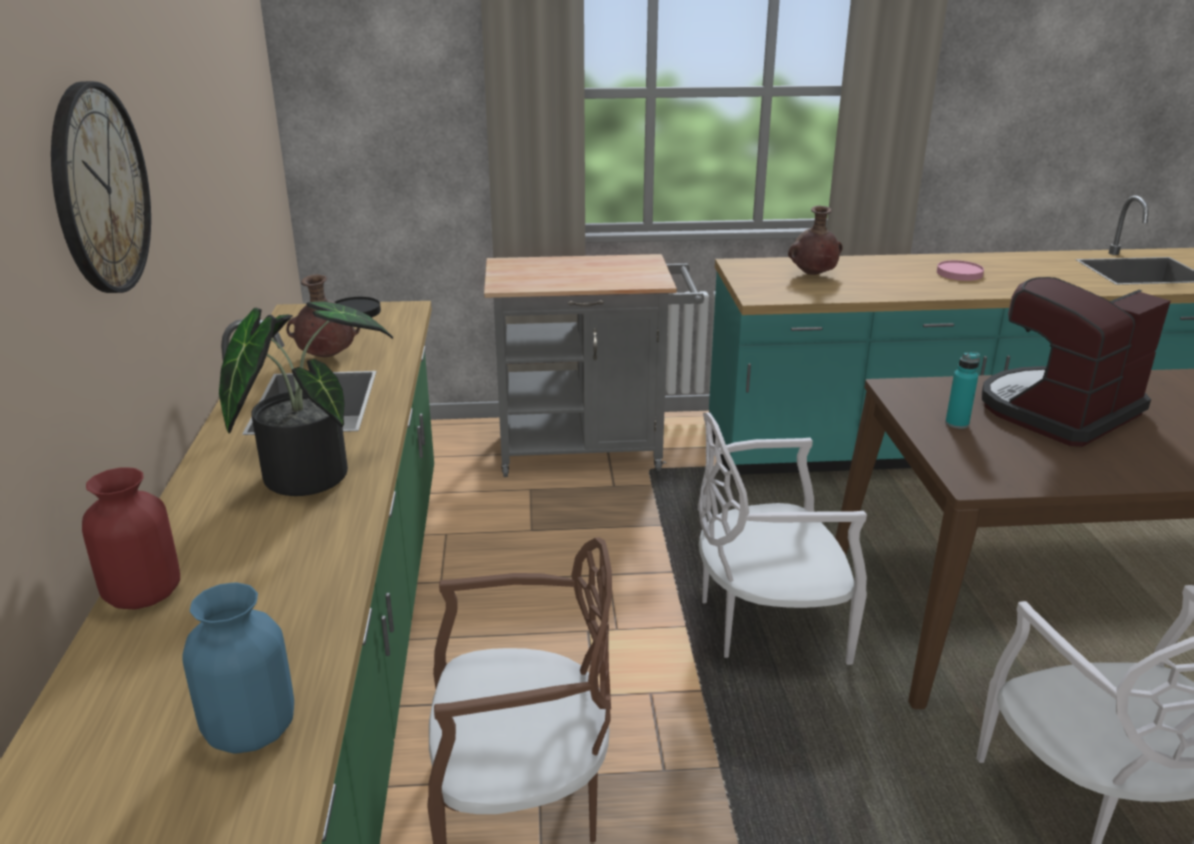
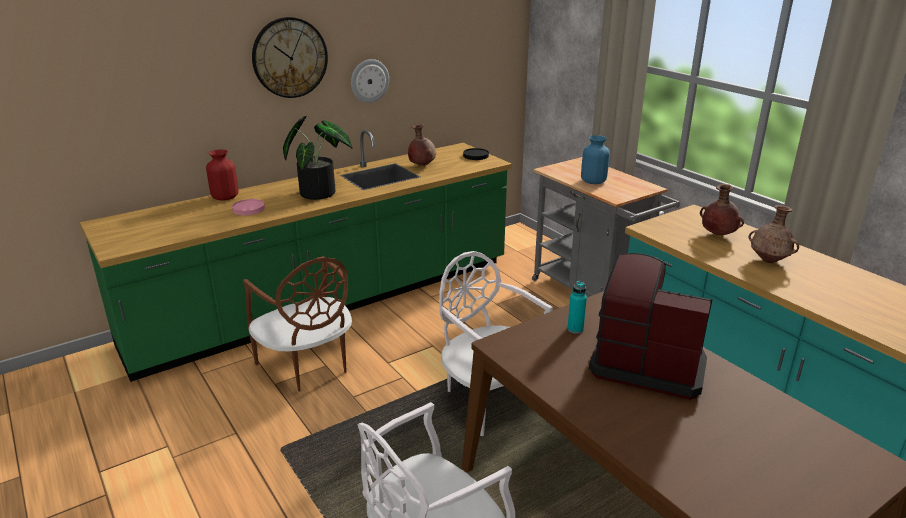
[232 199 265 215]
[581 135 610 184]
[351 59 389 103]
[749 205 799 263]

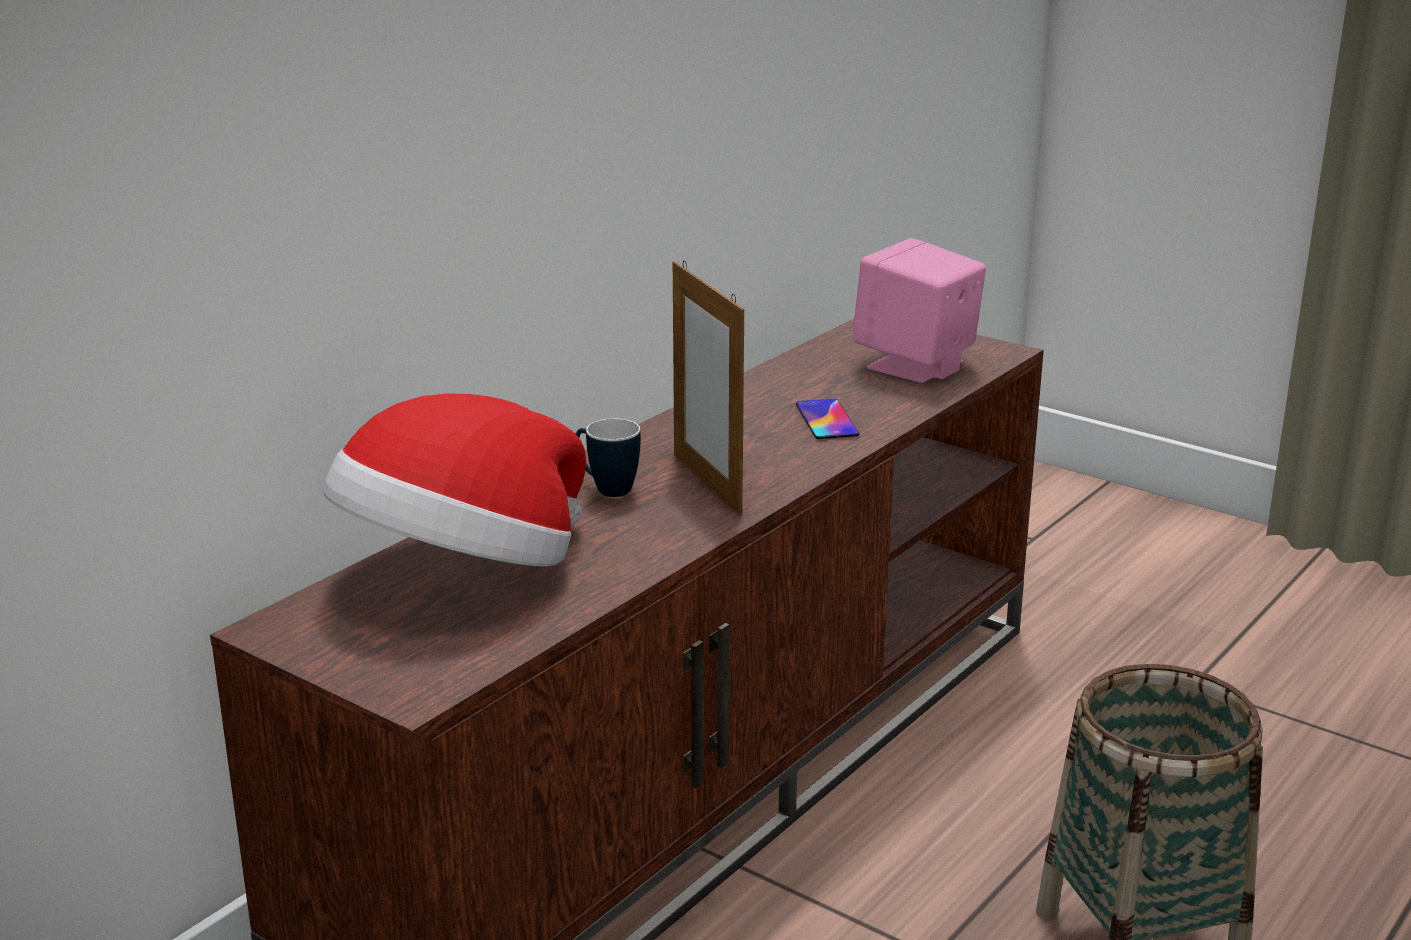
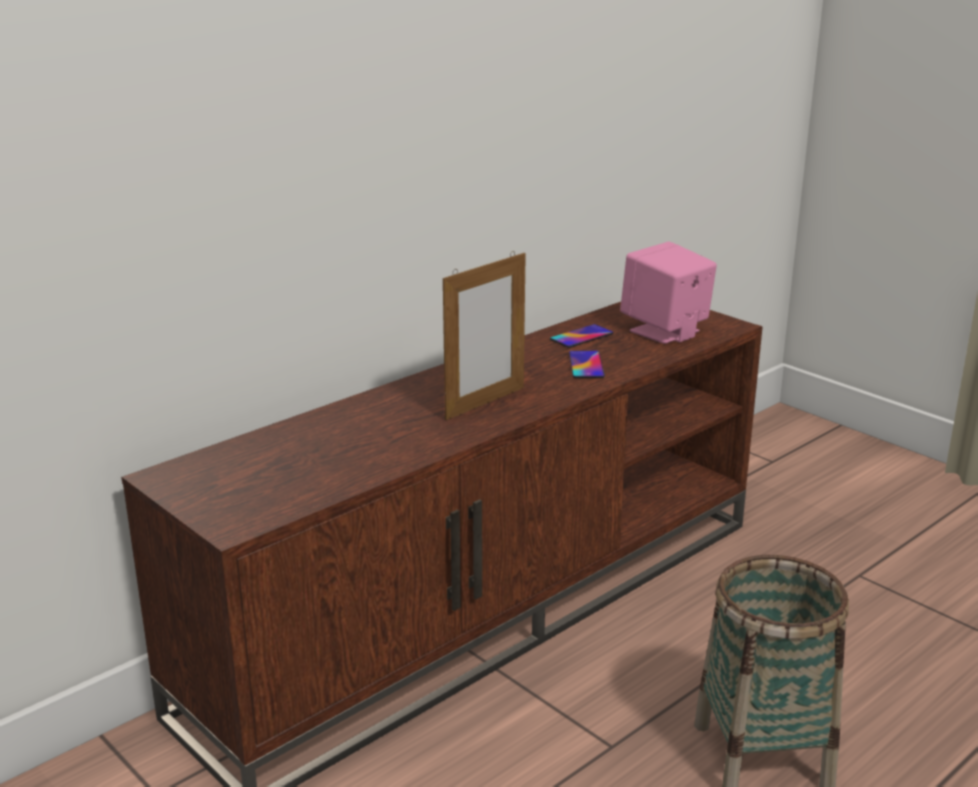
[443 251 526 420]
[323 393 586 567] (first image)
[576 418 641 497] (first image)
[550 324 613 348]

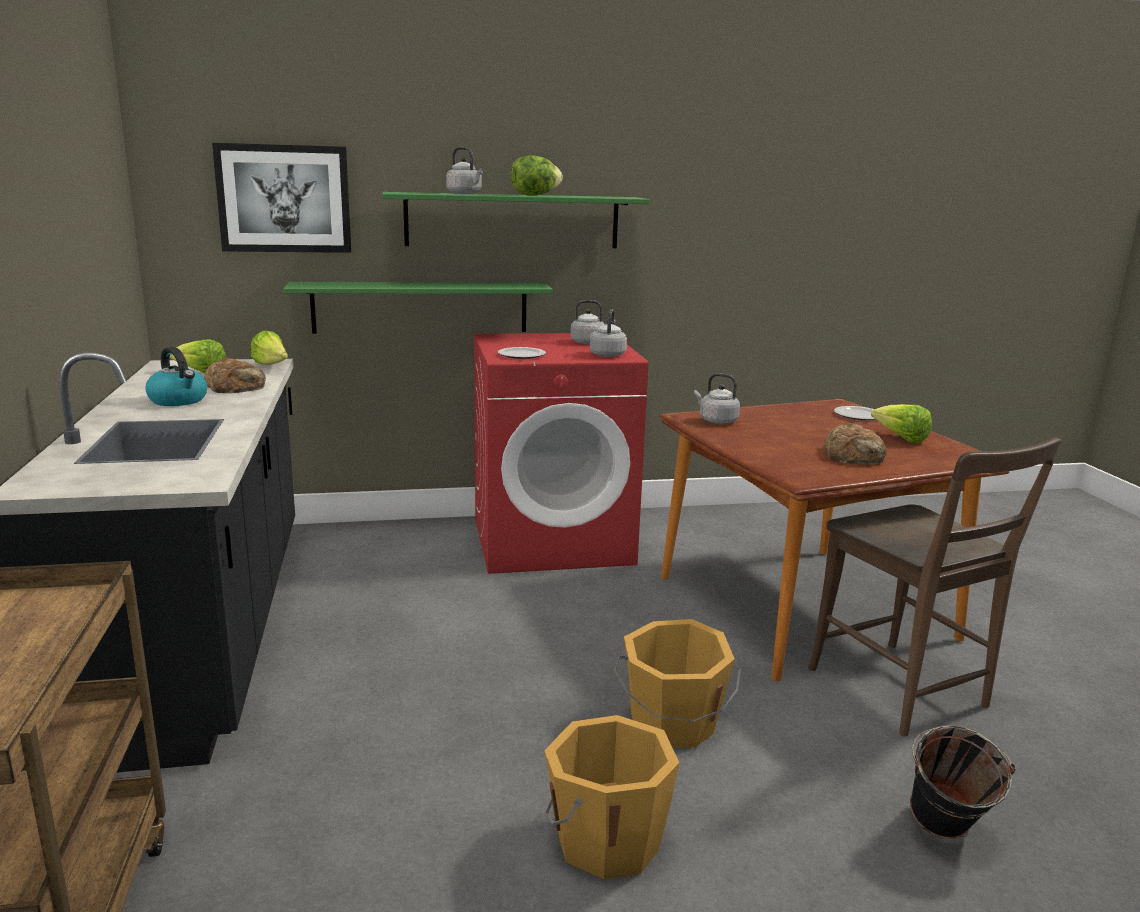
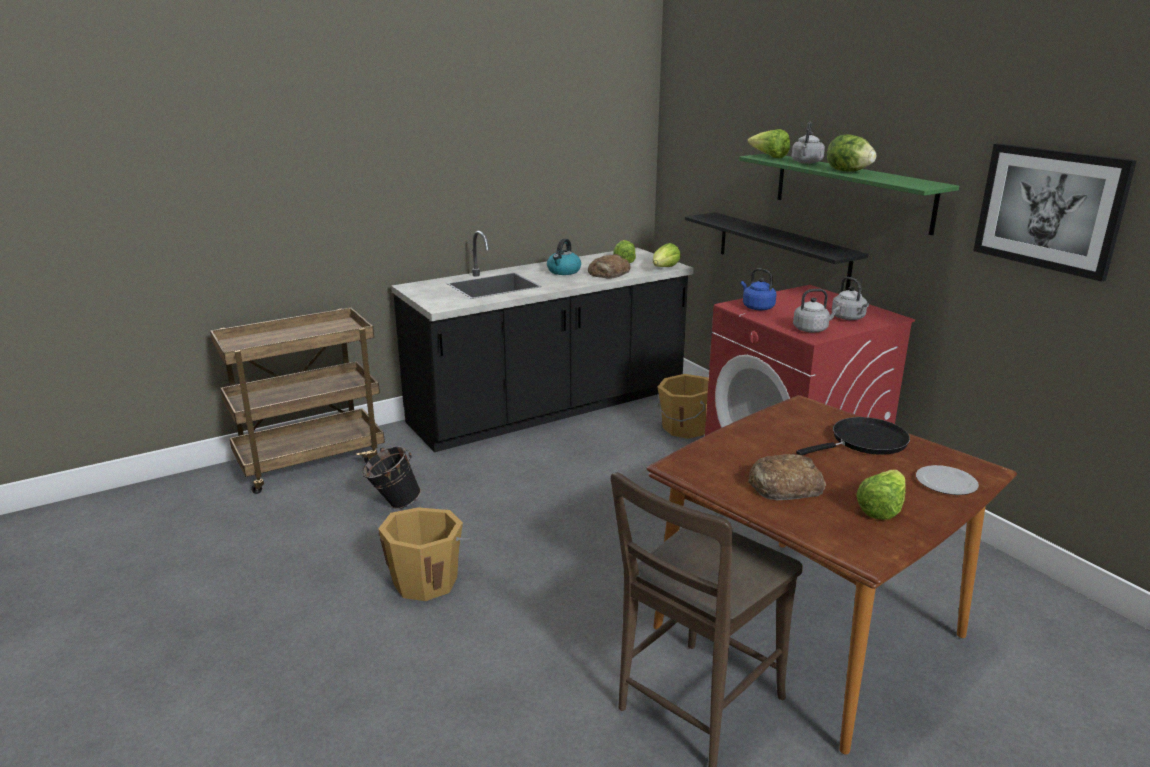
[973 143 1137 282]
[685 212 868 291]
[741 268 777 310]
[694 373 740 424] (first image)
[658 374 709 439]
[362 446 421 509]
[747 129 790 158]
[796 417 910 455]

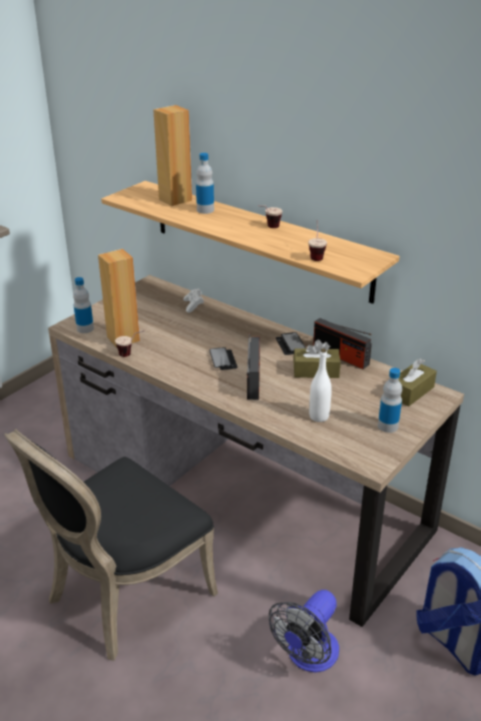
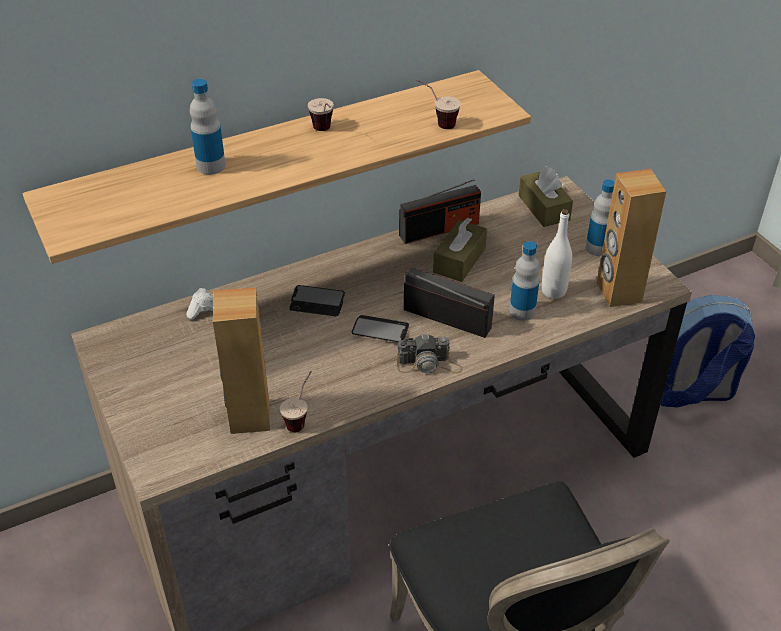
[597 169 666 307]
[509 241 540 321]
[289 285 345 316]
[269 590 339 672] (first image)
[397 333 463 374]

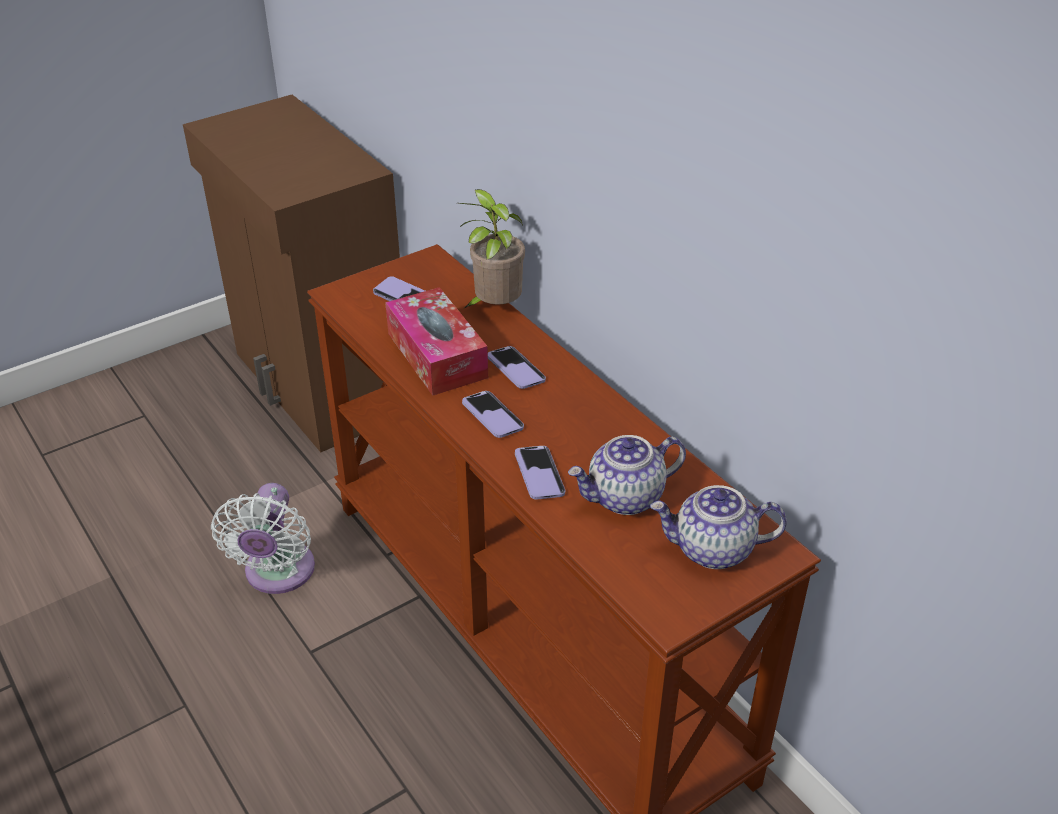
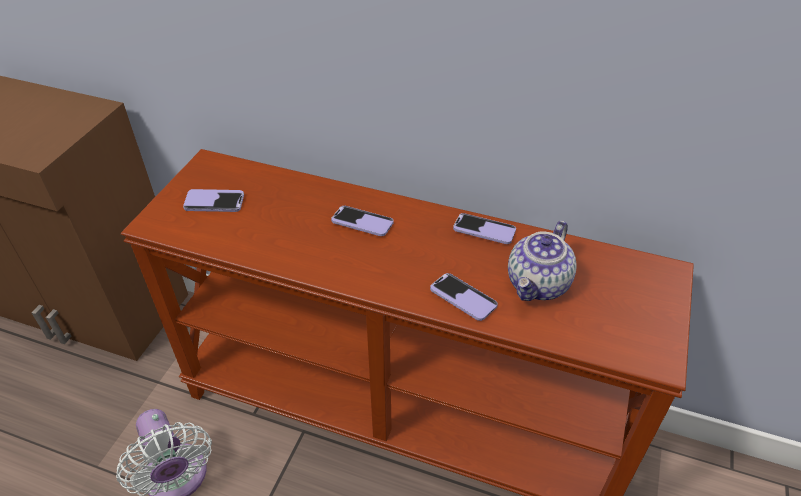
[459 189 525 308] (first image)
[385 287 488 396] (first image)
[453 213 516 244]
[650 485 787 569] (first image)

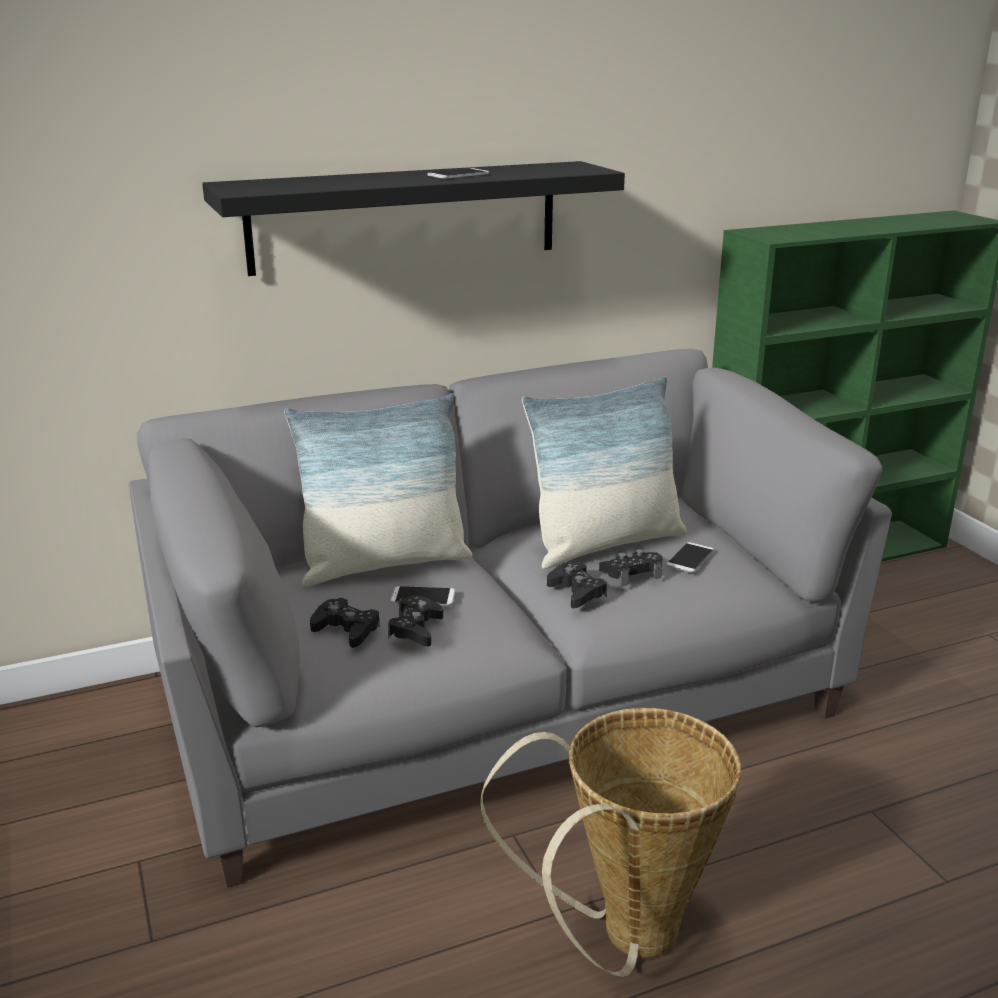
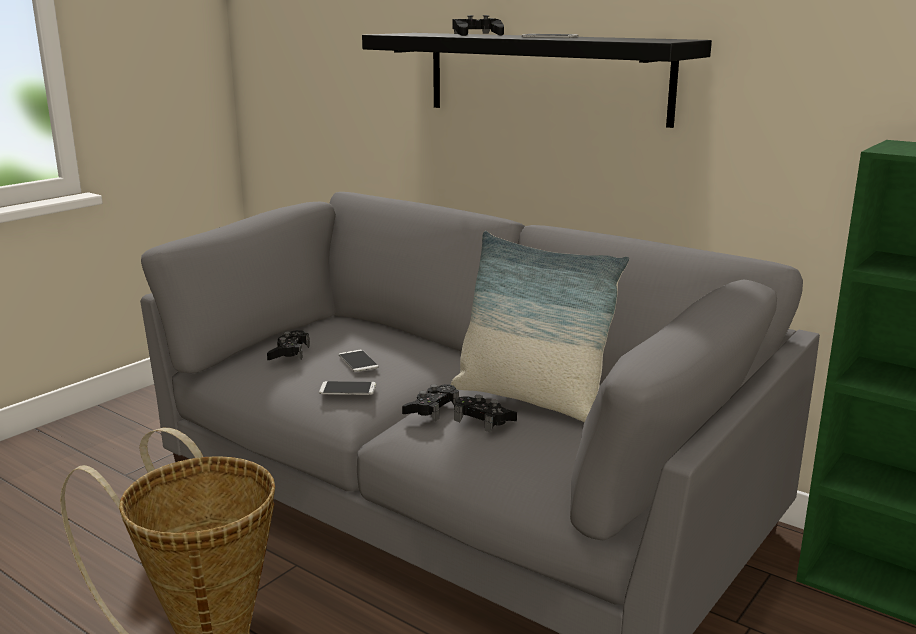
[284 393 472 587] (first image)
[319 381 376 395]
[452 15 504 36]

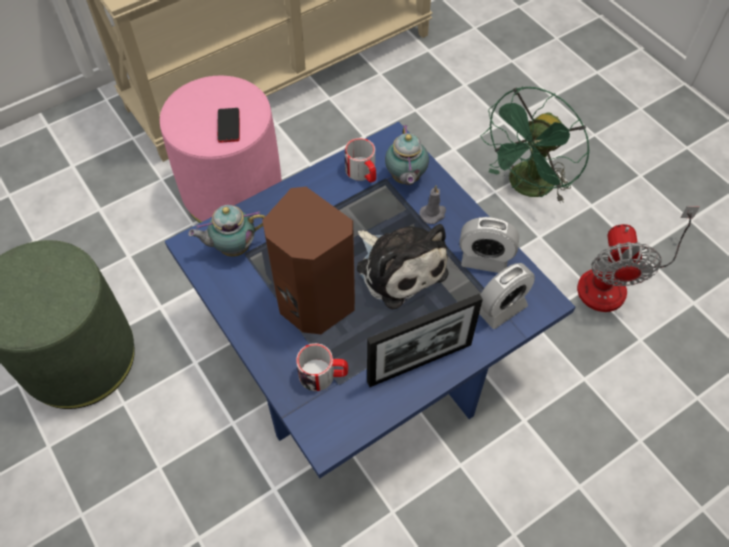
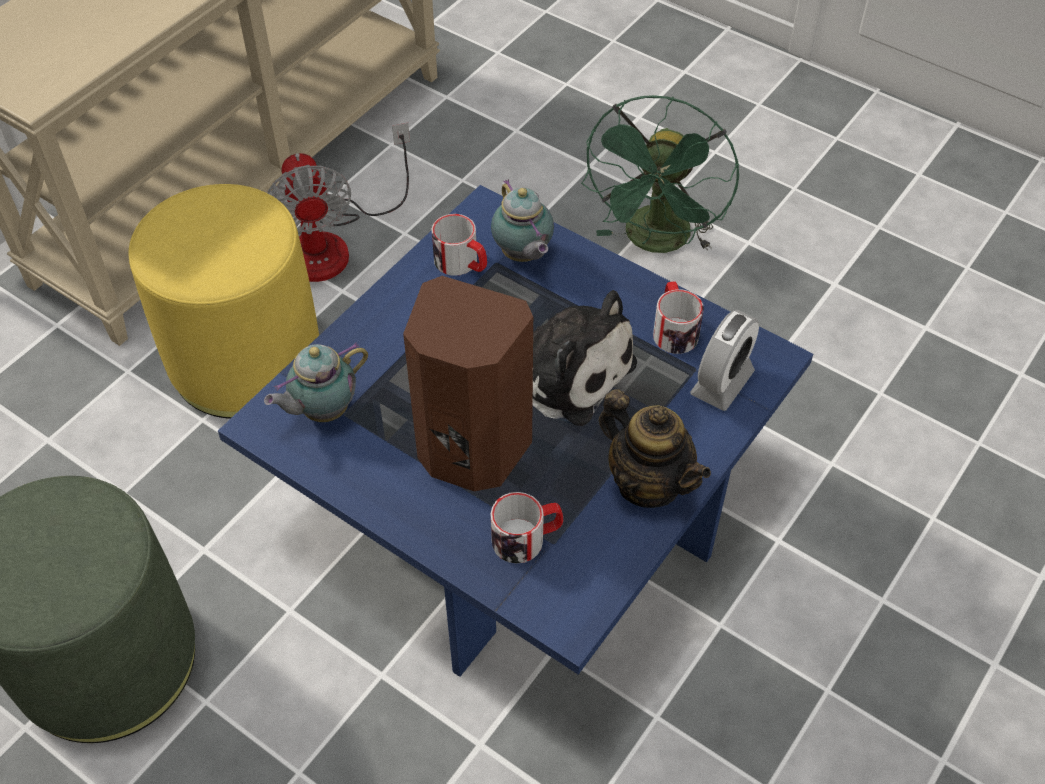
[129 184 319 419]
[217 108 240 143] (first image)
[419 185 446 224] (first image)
[267 123 410 282]
[653 281 704 354]
[599 389 711 508]

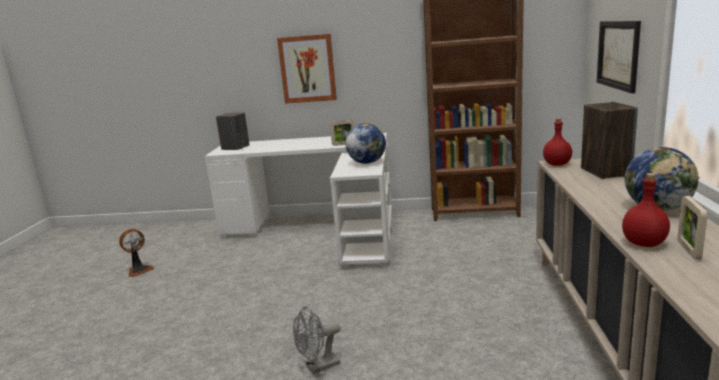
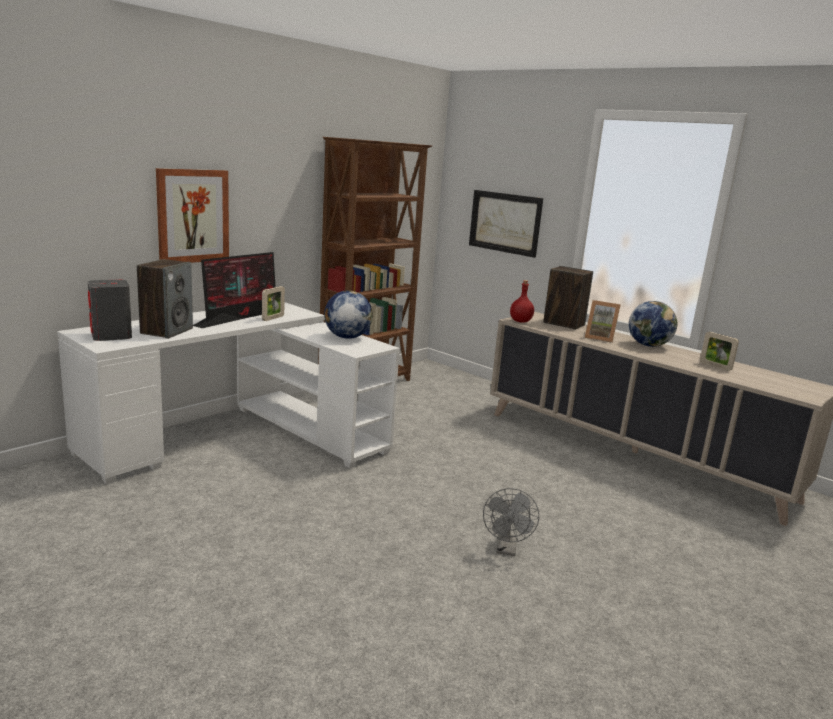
[622 173 670 247] (first image)
[119 229 154 277] (first image)
[193 252 275 328]
[137 259 193 339]
[585 300 621 343]

